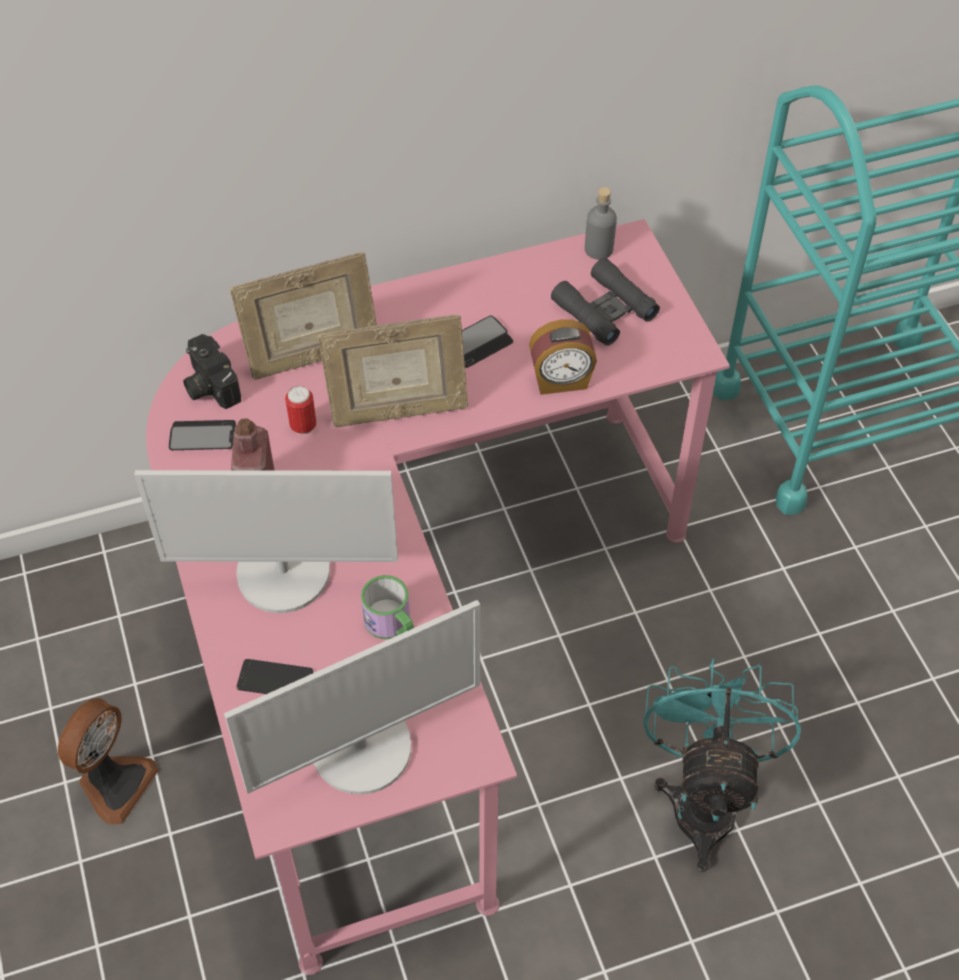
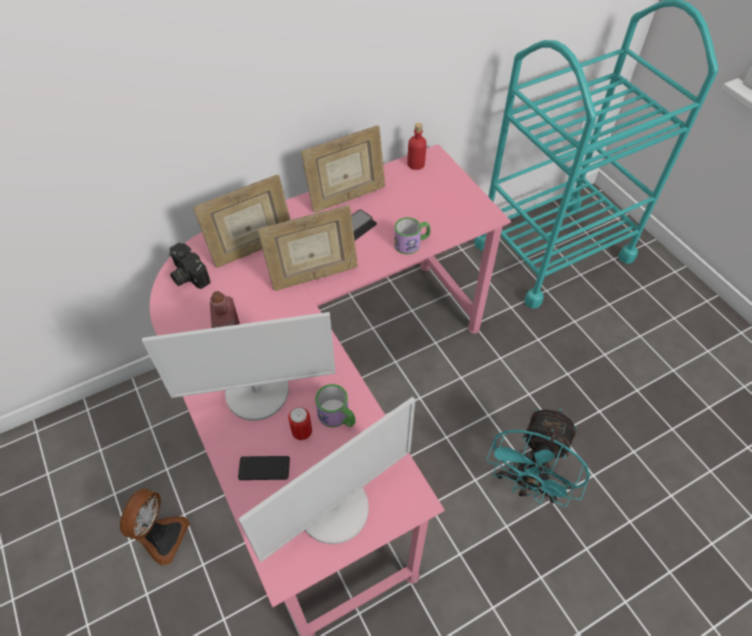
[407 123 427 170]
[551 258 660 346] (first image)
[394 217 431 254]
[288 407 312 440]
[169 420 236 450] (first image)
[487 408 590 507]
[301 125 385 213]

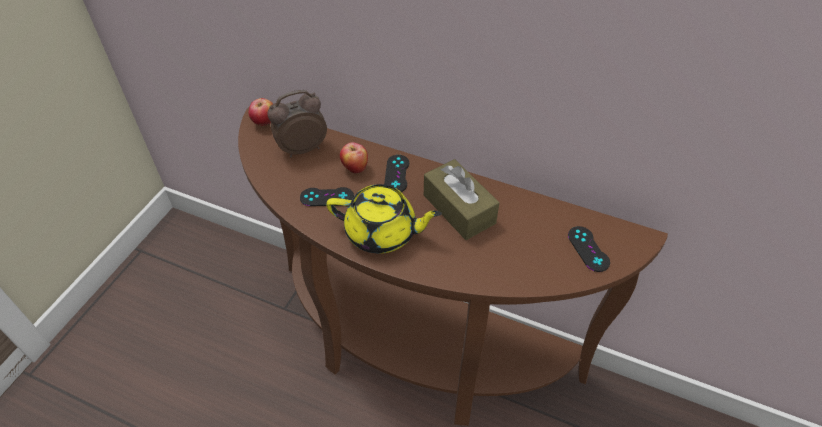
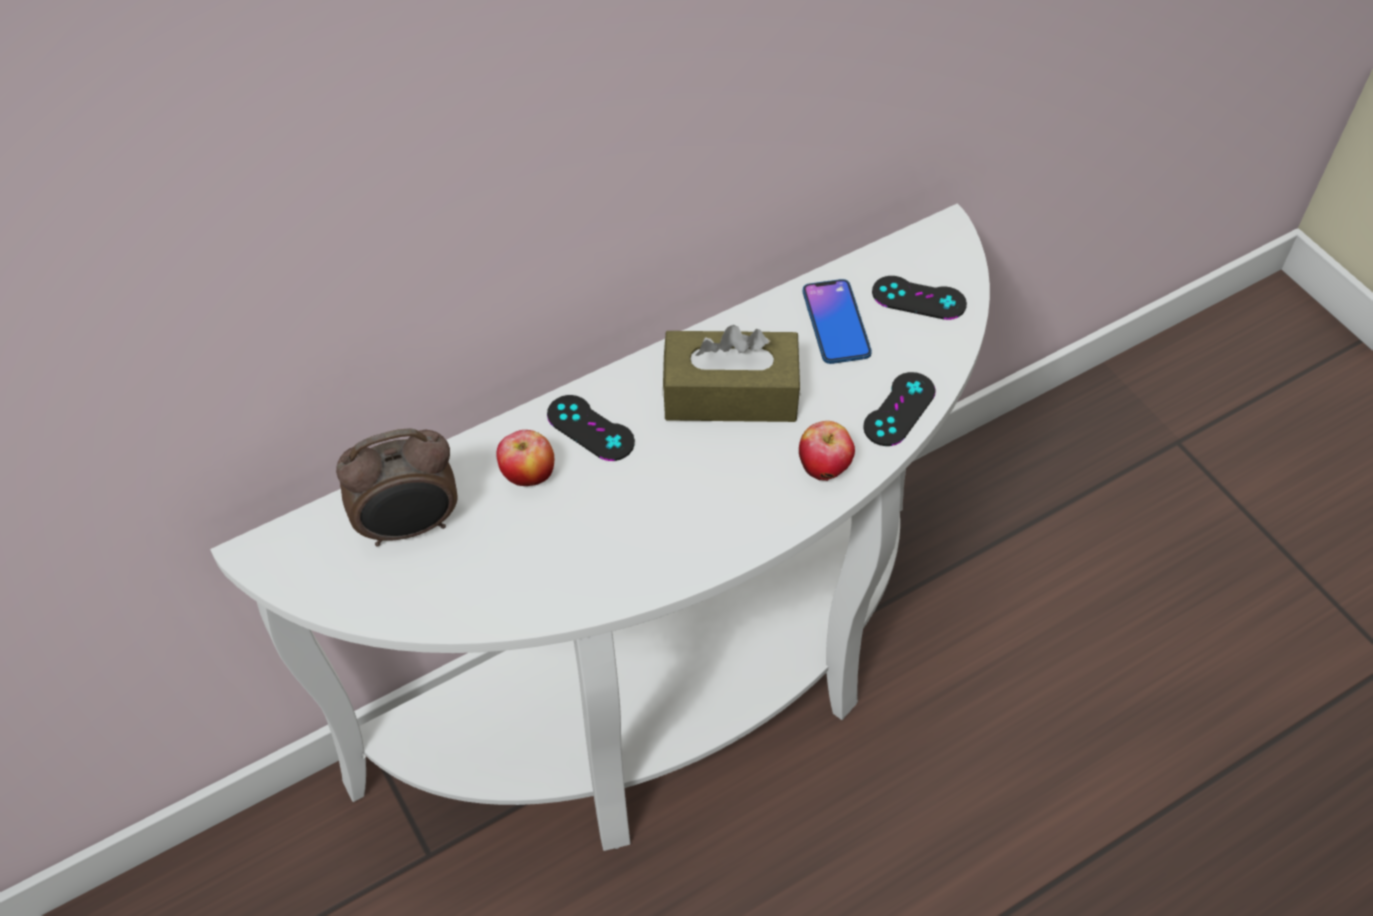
[336 428 458 547]
[799 421 855 481]
[210 204 990 851]
[326 184 442 254] (first image)
[863 372 936 446]
[803 279 872 364]

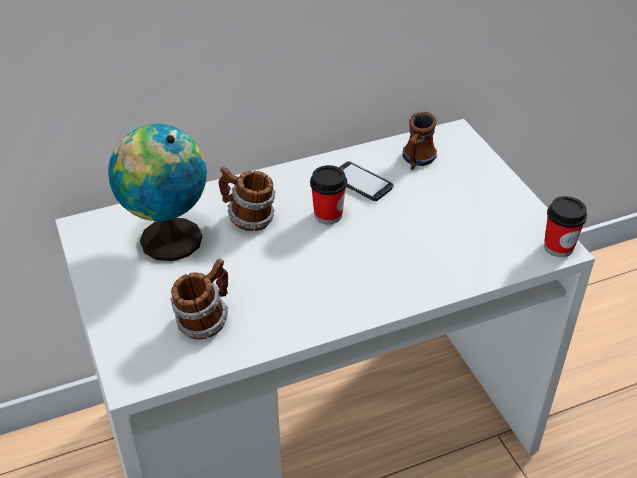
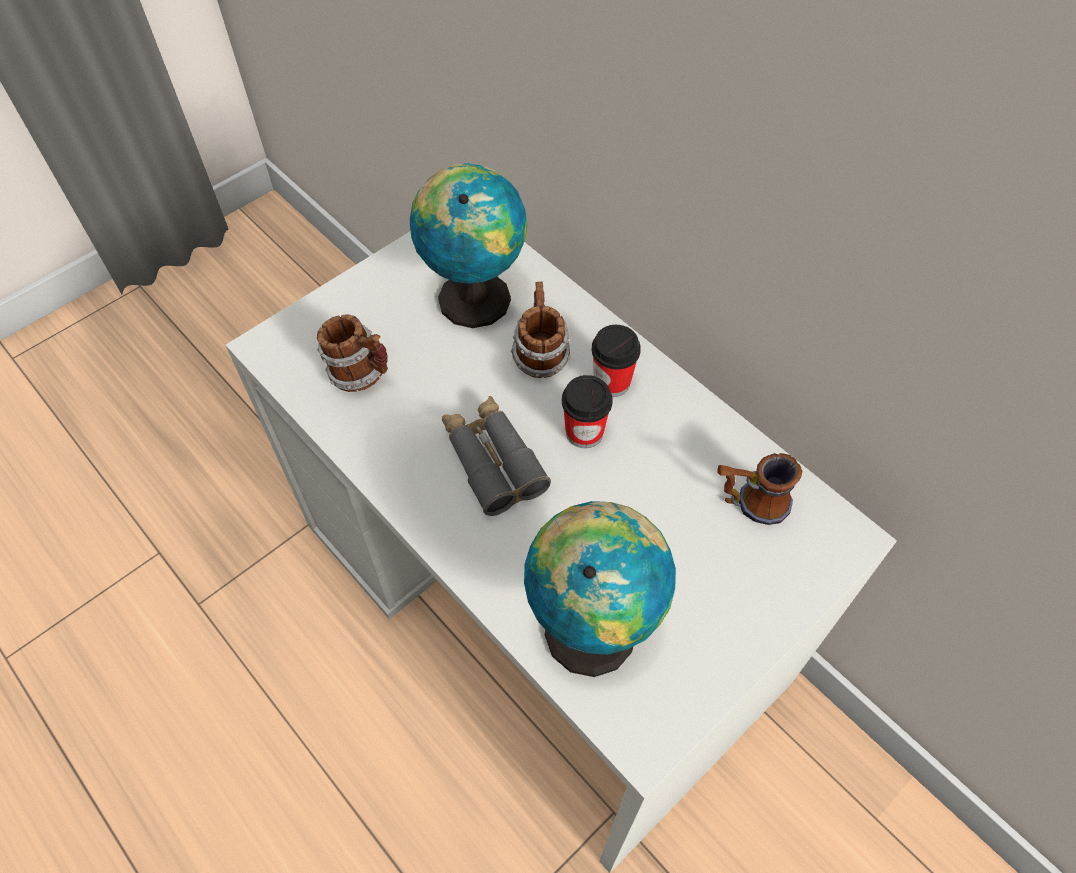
[339 161 394 201] (first image)
[592 325 641 397]
[442 396 551 516]
[524 501 676 677]

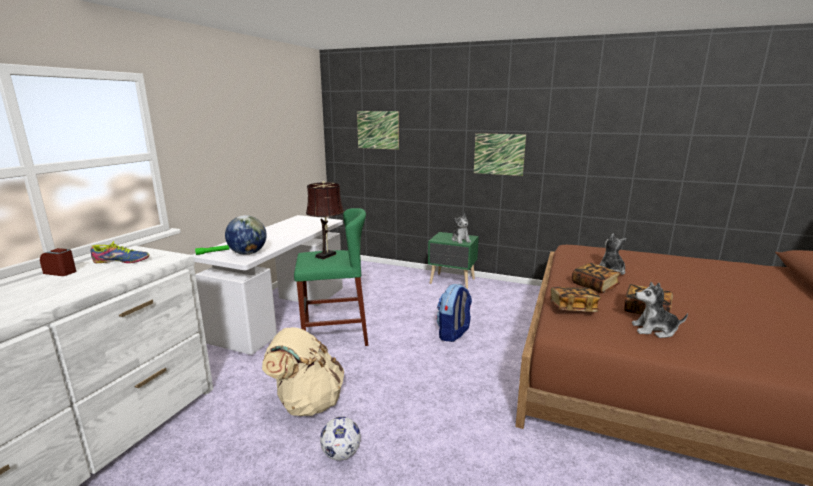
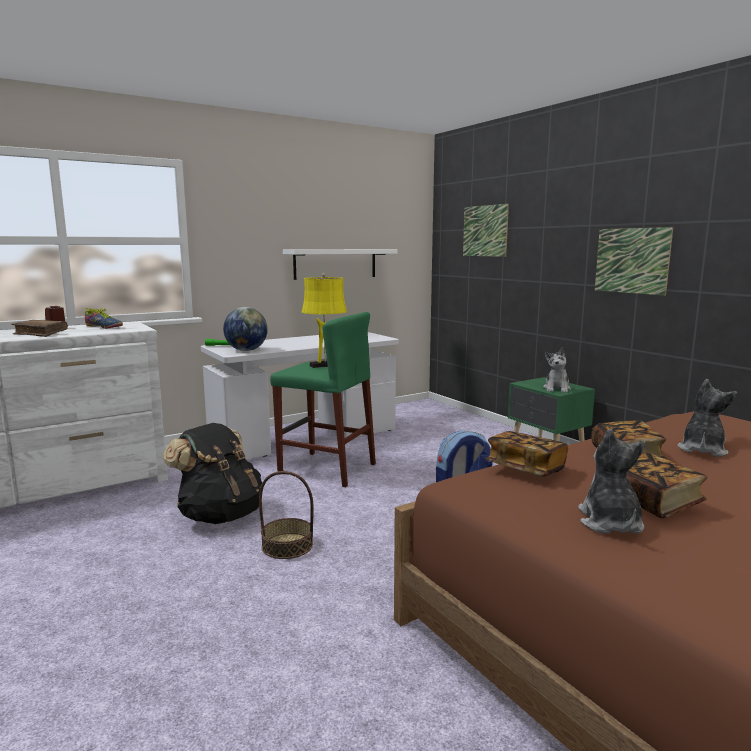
[302 273 347 368]
[578 429 645 534]
[163 423 262 524]
[320 417 361 461] (first image)
[283 249 397 280]
[11 320 68 337]
[259 471 314 559]

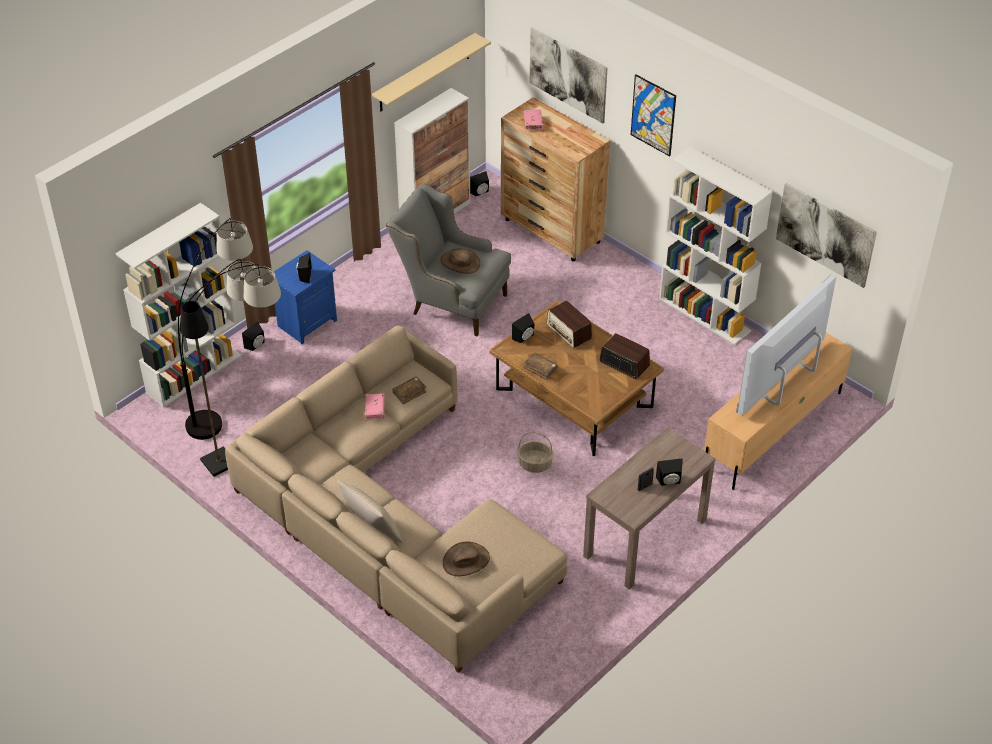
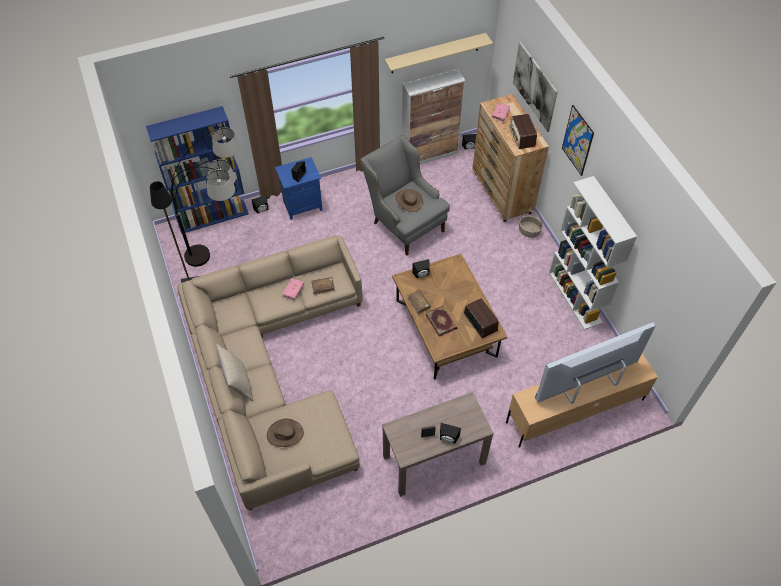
[776 183 877 288] (first image)
[146 106 249 234]
[510 114 537 149]
[519 210 543 238]
[426 306 457 337]

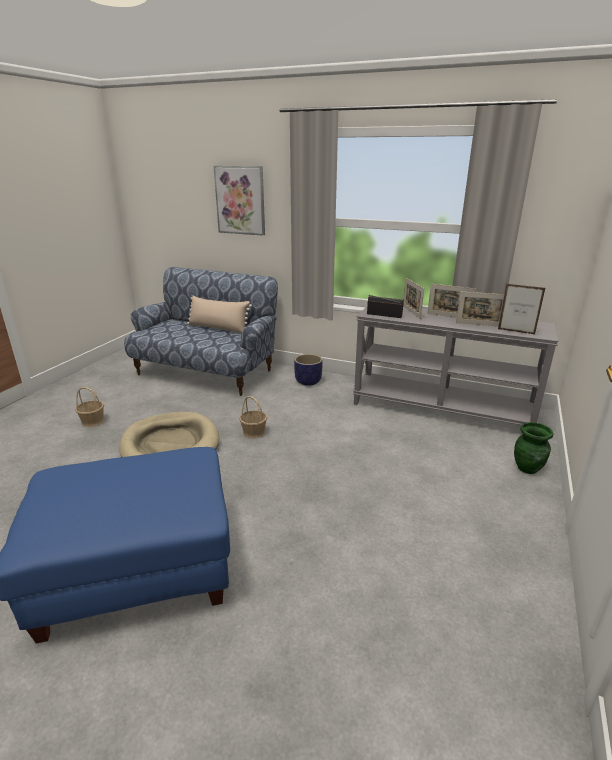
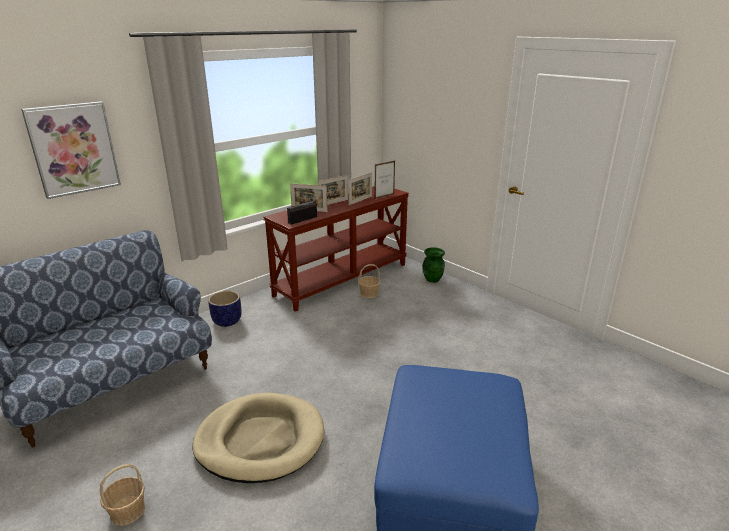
[187 296 252 334] (first image)
[263 186 409 312]
[358 264 381 298]

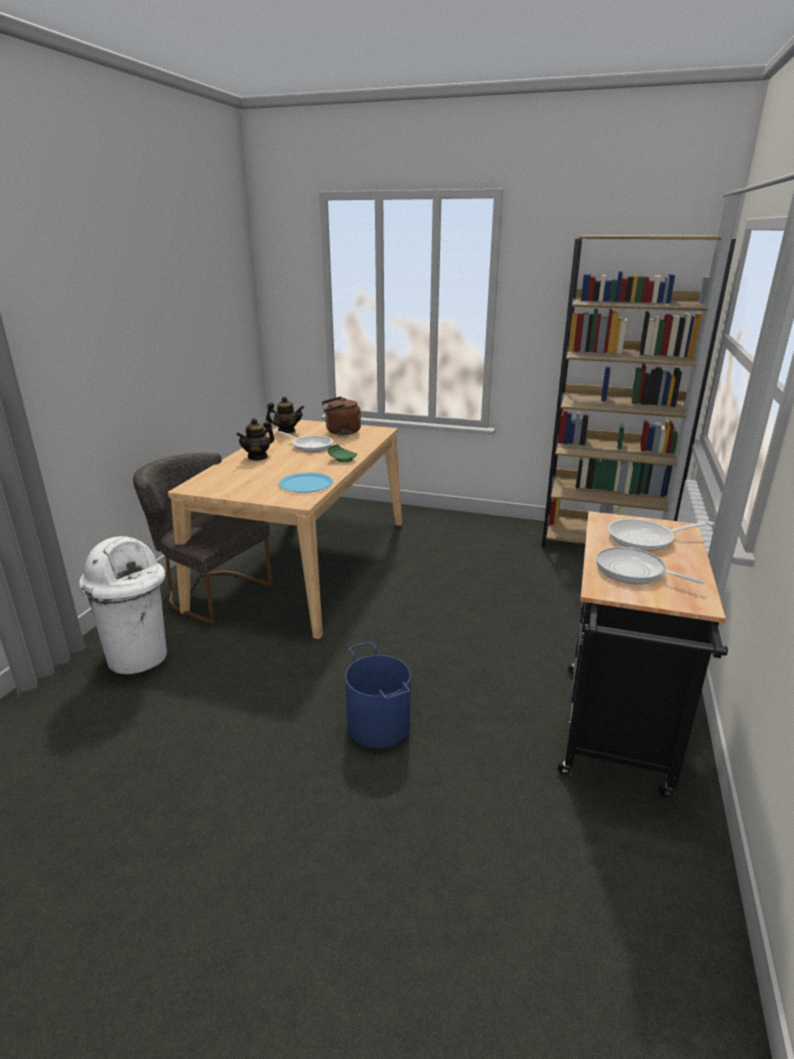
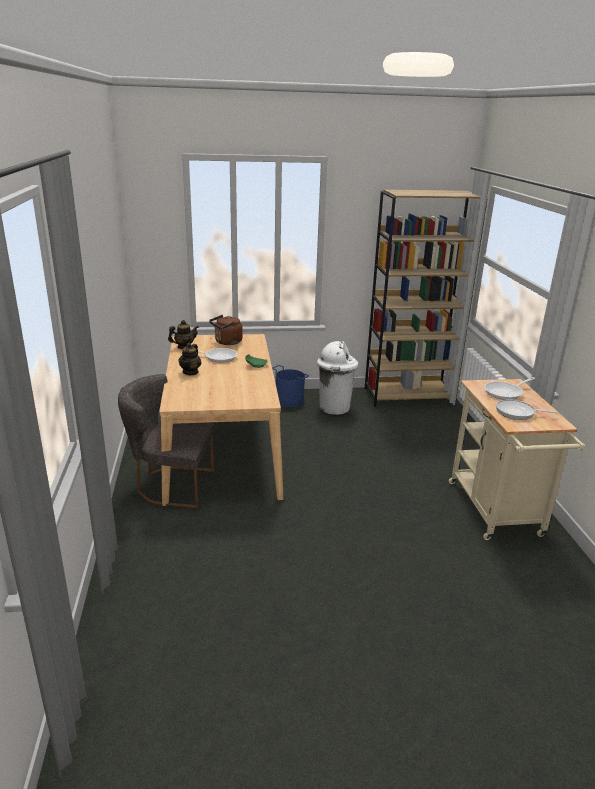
[279 473 333 493] (first image)
[449 379 585 540]
[317 341 358 415]
[272 365 309 407]

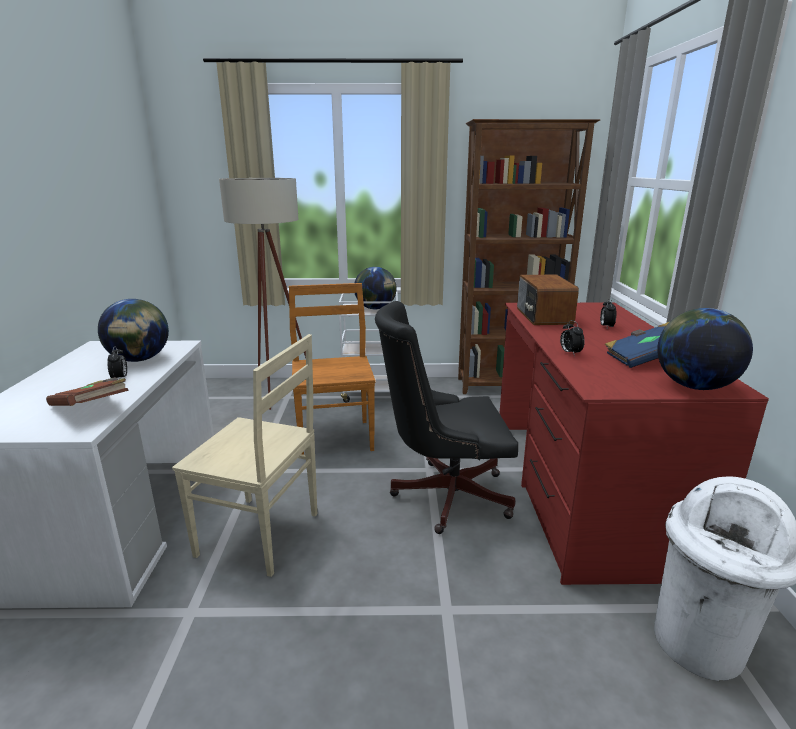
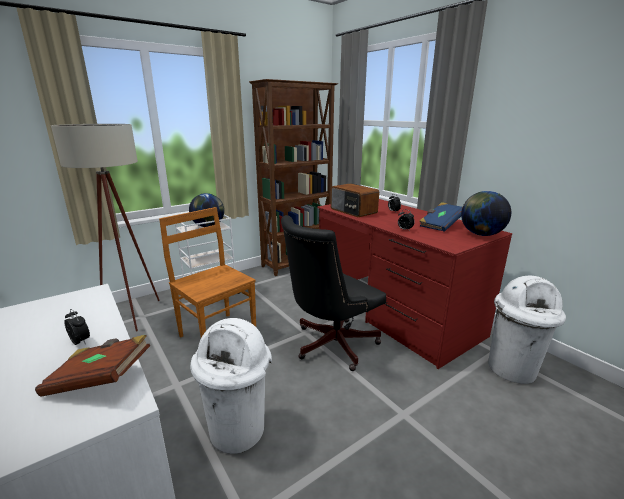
[98 299 169 362] (first image)
[190 318 272 454]

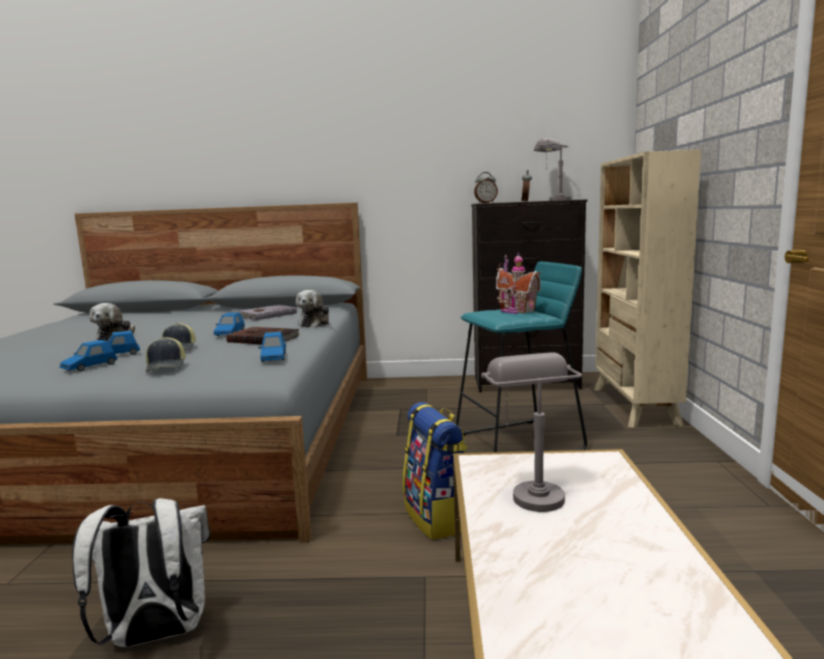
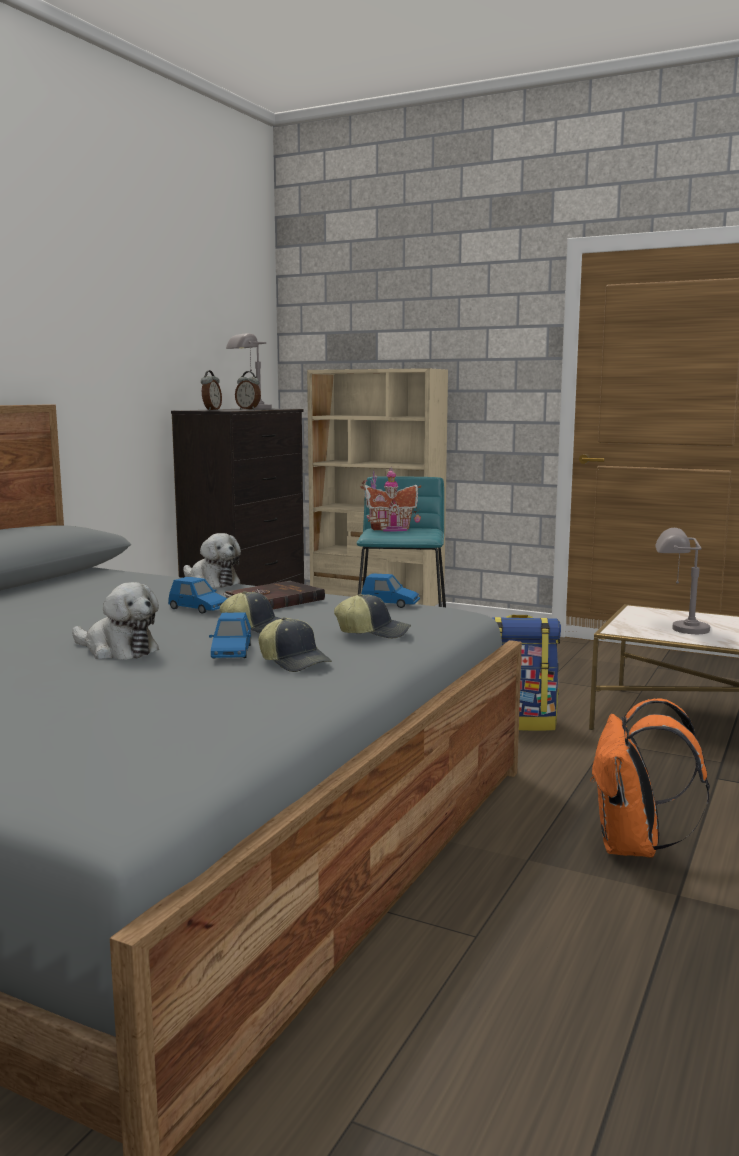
[238 305 297 320] (first image)
[258 617 332 672]
[590 698 710 858]

